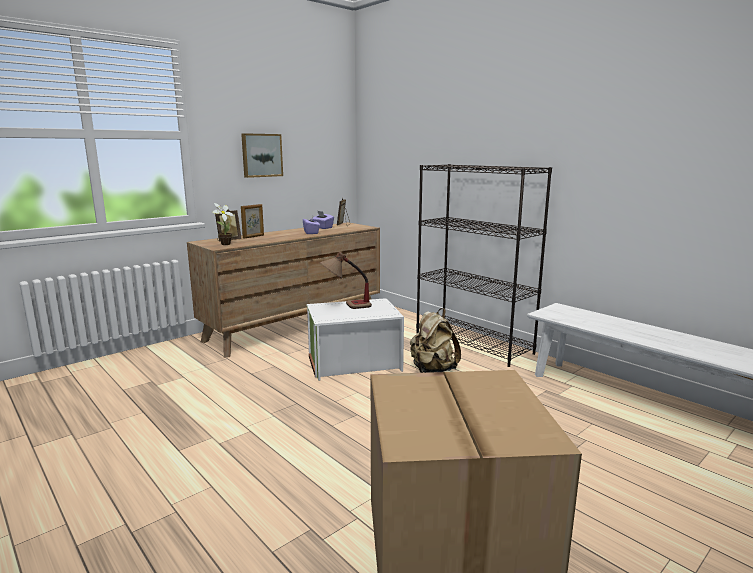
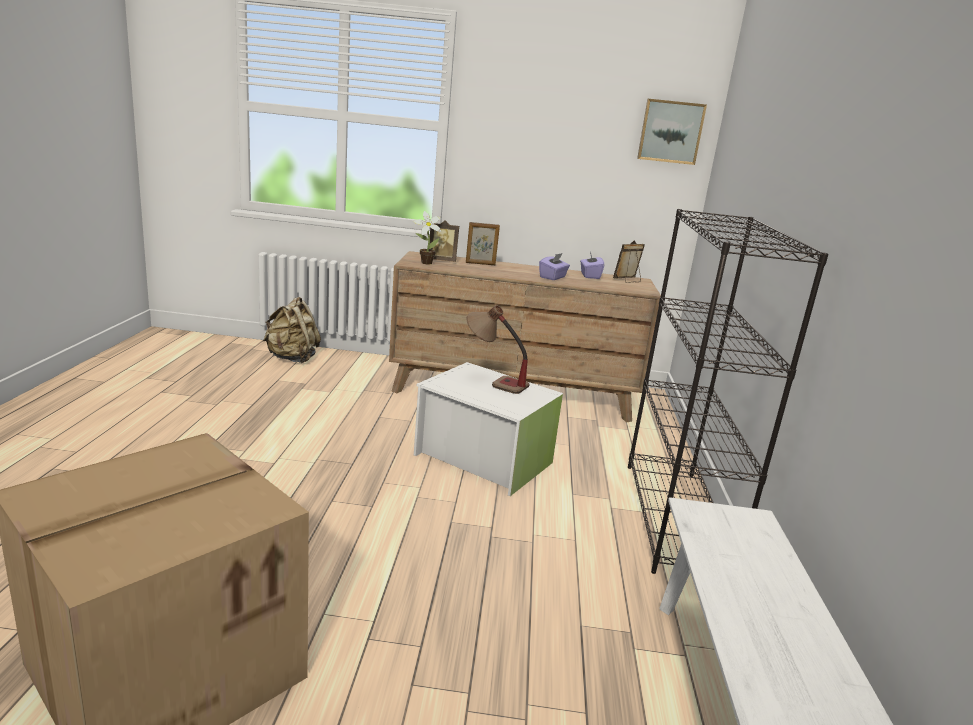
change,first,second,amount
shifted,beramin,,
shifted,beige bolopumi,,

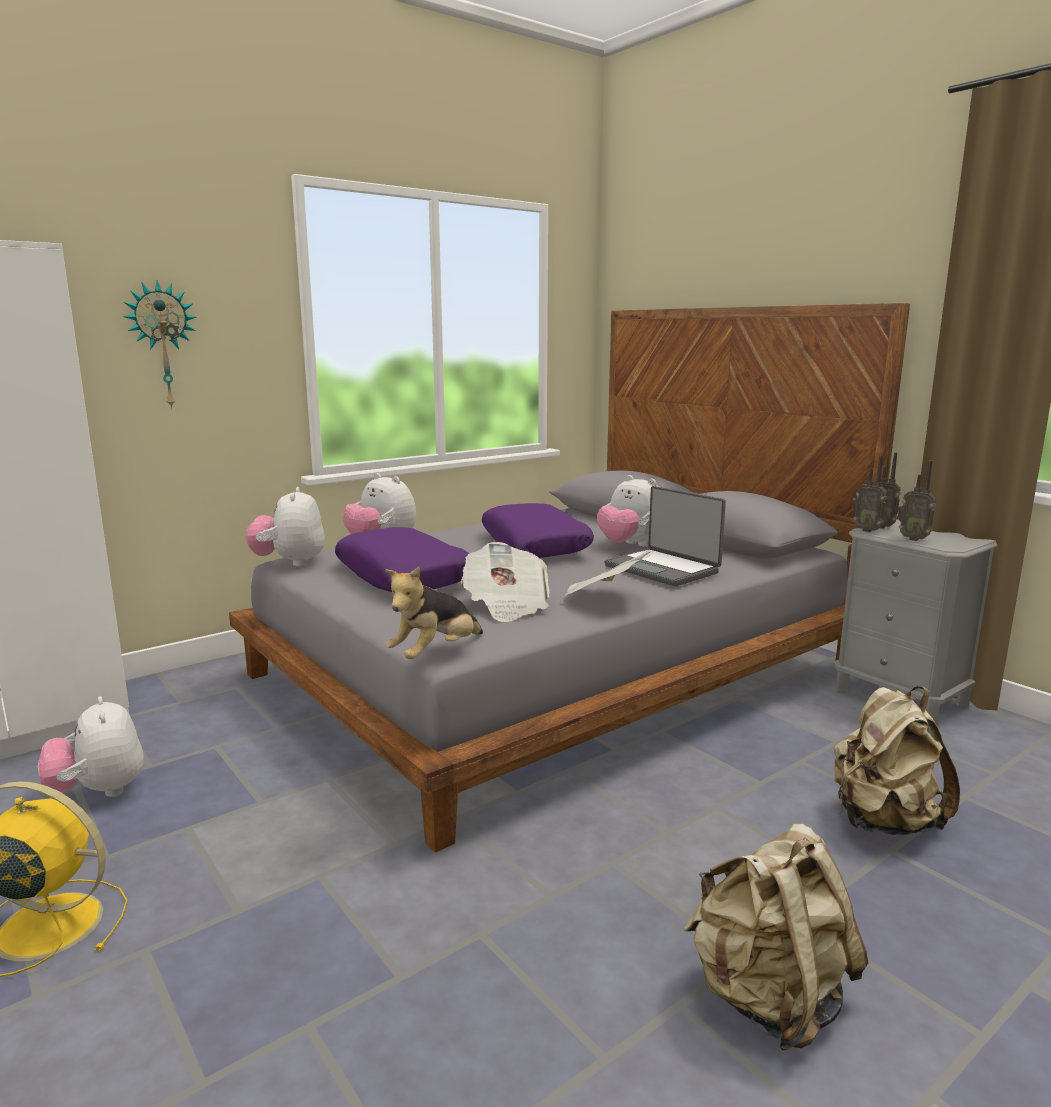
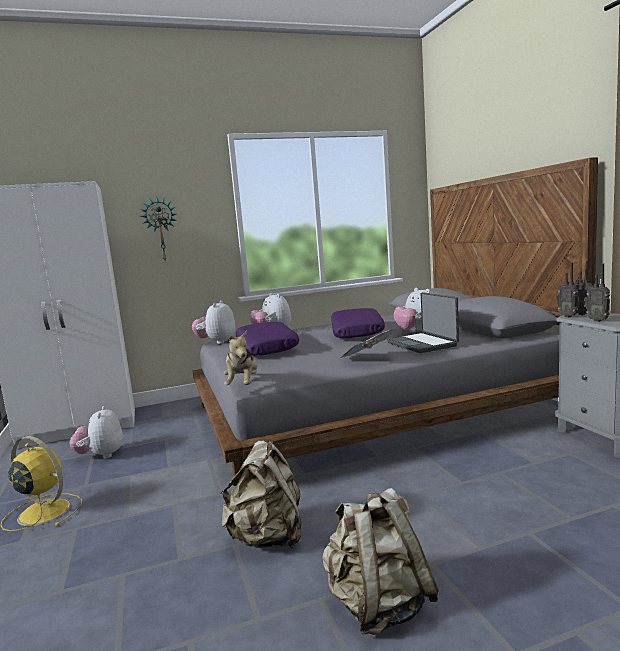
change,first,second,amount
gone,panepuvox (no. 1 from left),,
shifted,beige bolopumi (no. 2 from left in the first image),beige bolopumi (no. 1 from left),
rotated,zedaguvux (no. 4 from left in the first image),zedaguvux (no. 3 from left),60 degrees counterclockwise

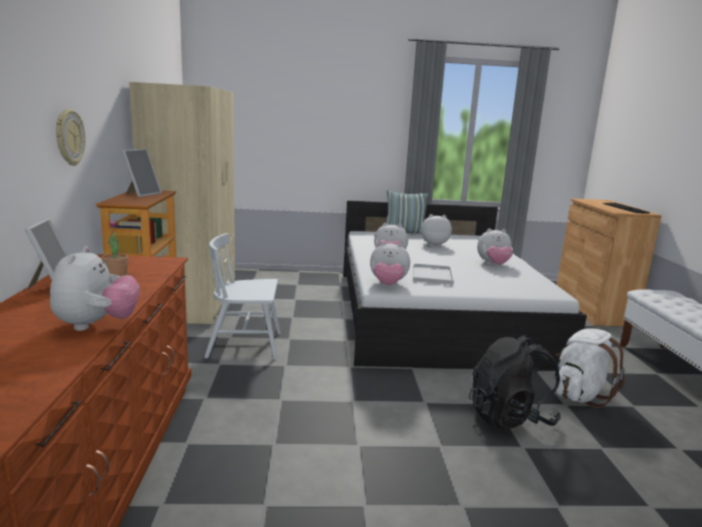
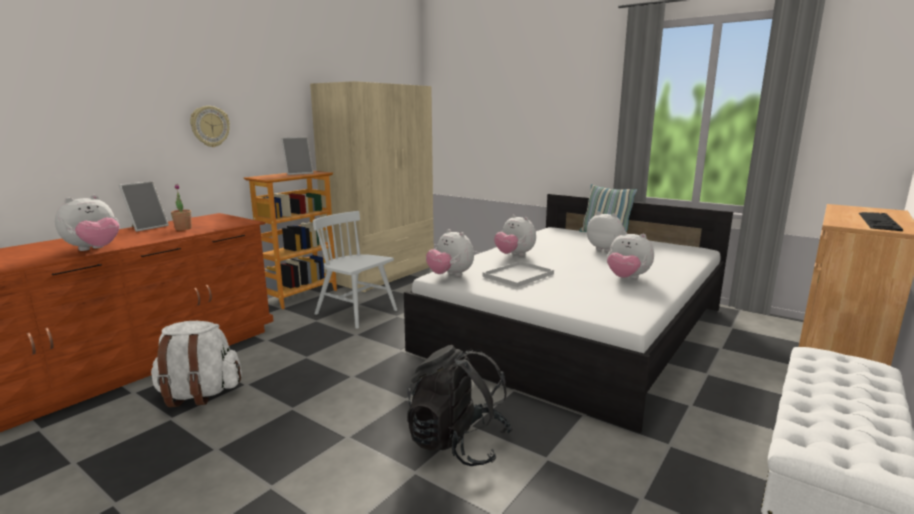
change,first,second,amount
shifted,white bolopumi,,

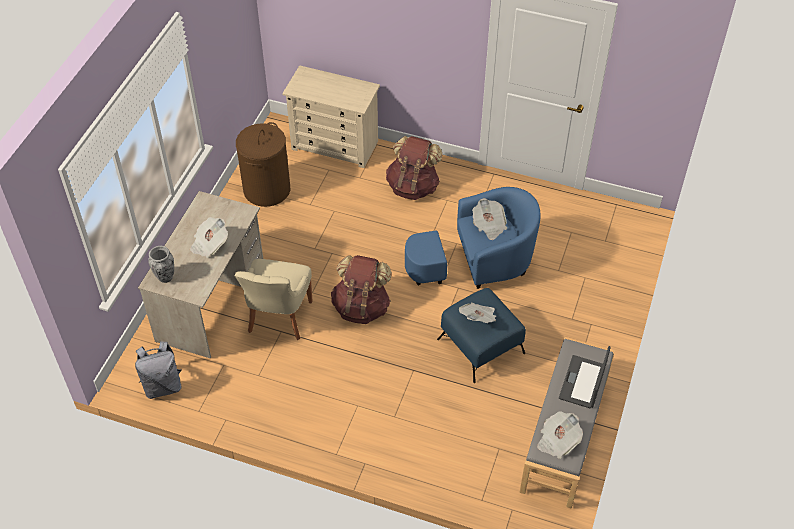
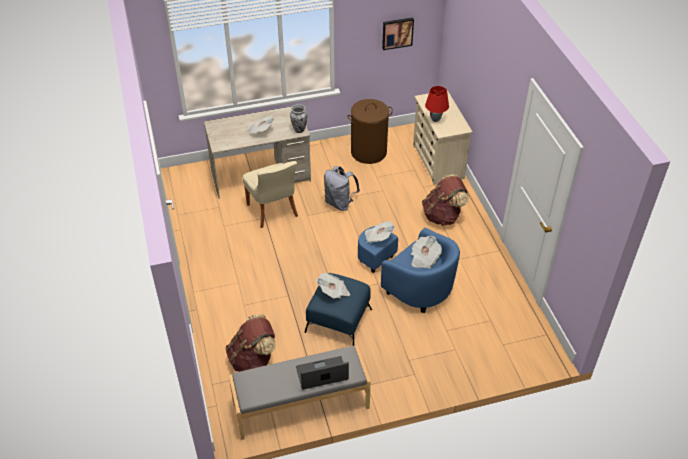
change,first,second,amount
new,,beramin,
new,,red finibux,
shifted,grey bolopumi,,
shifted,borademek,,
shifted,brown bolopumi (no. 1 from left),,
shifted,panepuvox (no. 4 from left in the first image),panepuvox (no. 3 from left),
rotated,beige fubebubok,,90 degrees counterclockwise

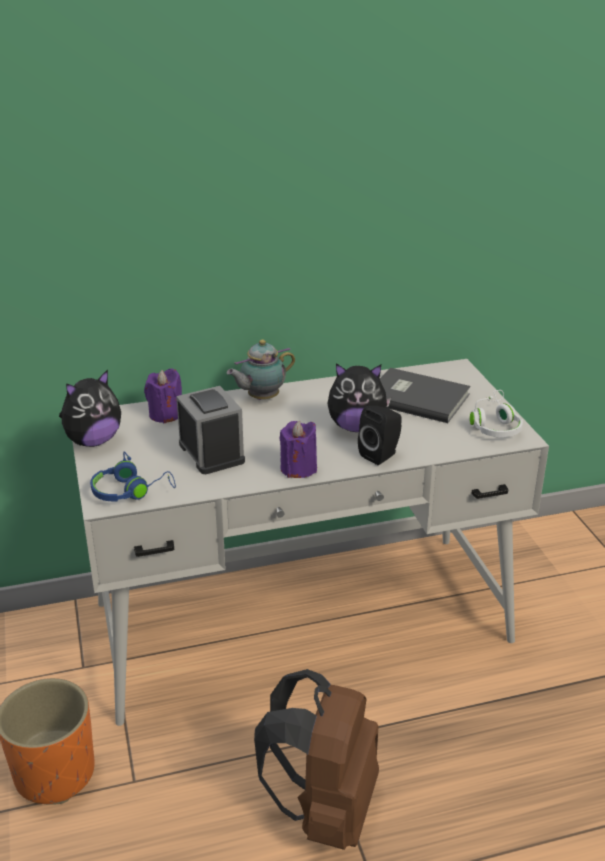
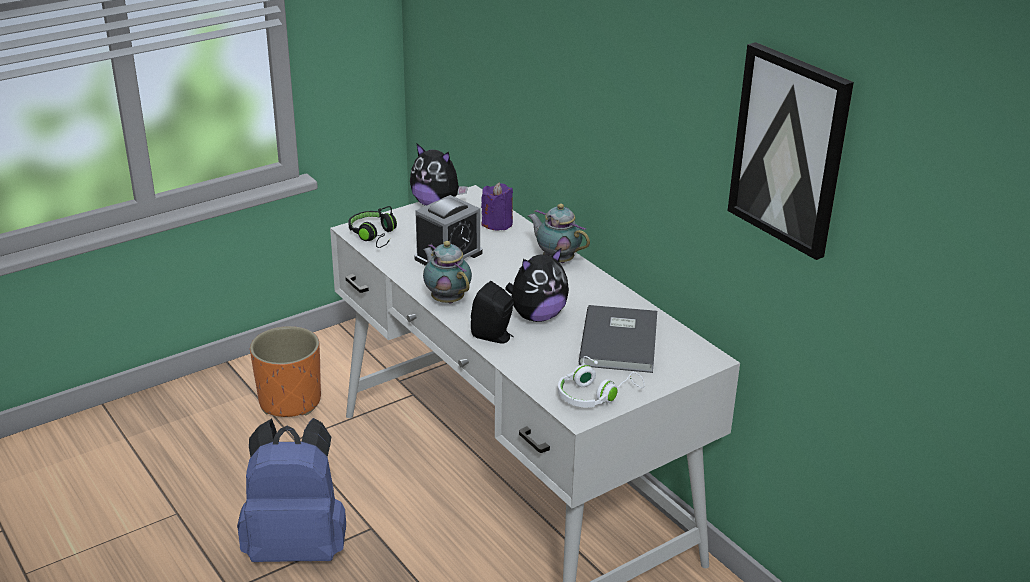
change,first,second,amount
new,,beramin,
swapped,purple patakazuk (no. 2 from left),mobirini (no. 1 from left),
repainted,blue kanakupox,black kanakupox,
repainted,brown bolopumi,blue bolopumi,
rotated,zedaguvux (no. 2 from left),,105 degrees counterclockwise

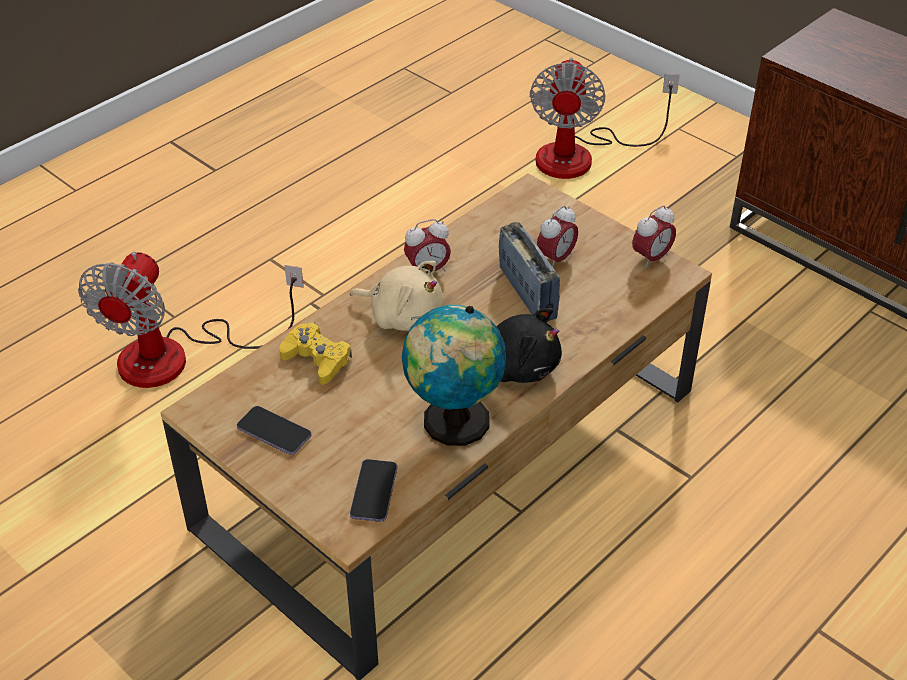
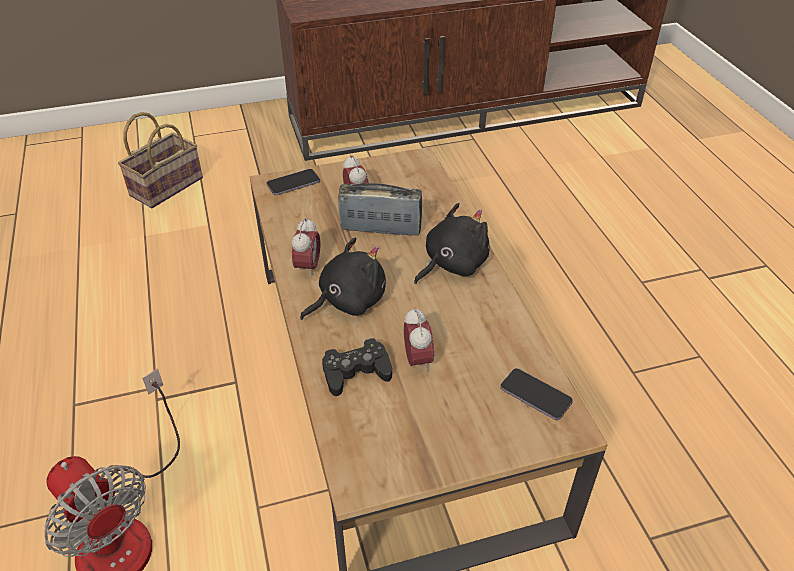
change,first,second,amount
gone,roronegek,,
shifted,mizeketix (no. 1 from left),,
shifted,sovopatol (no. 3 from left),,
swapped,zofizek (no. 2 from left),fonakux,
repainted,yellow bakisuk,black bakisuk,
repainted,beige zedaguvux,black zedaguvux (no. 1 from left),

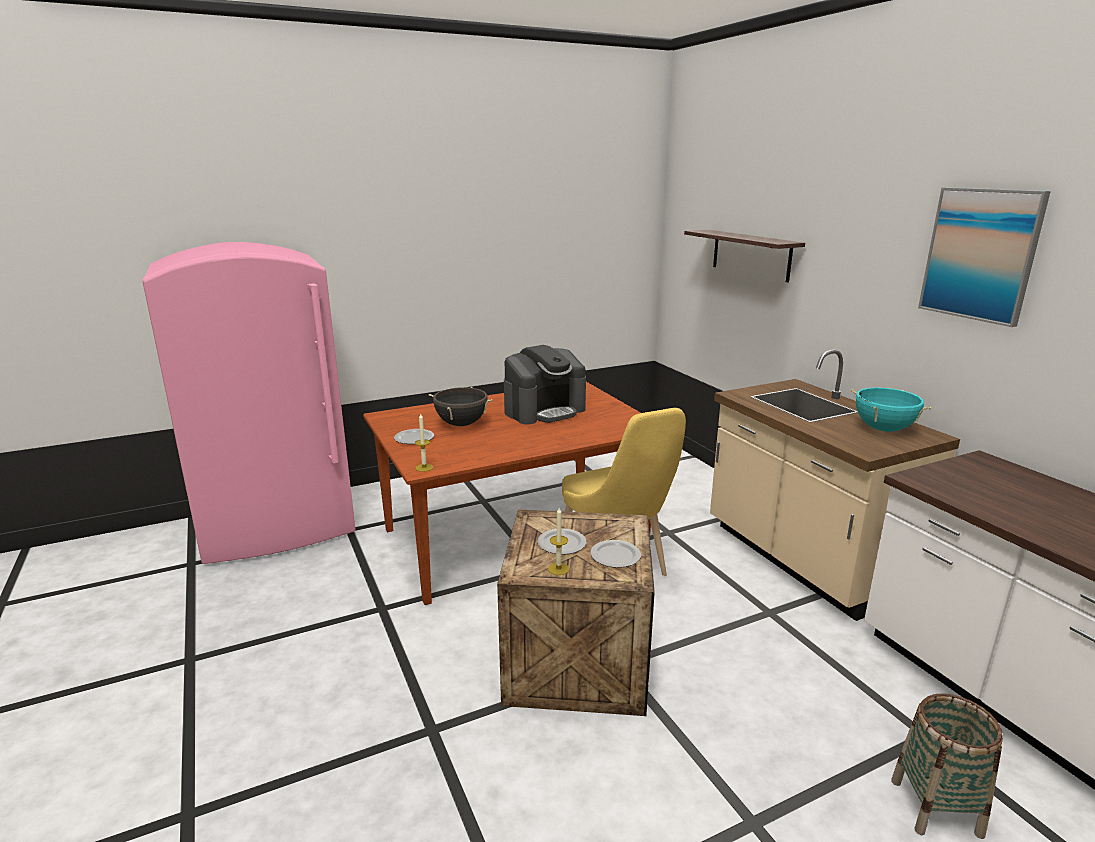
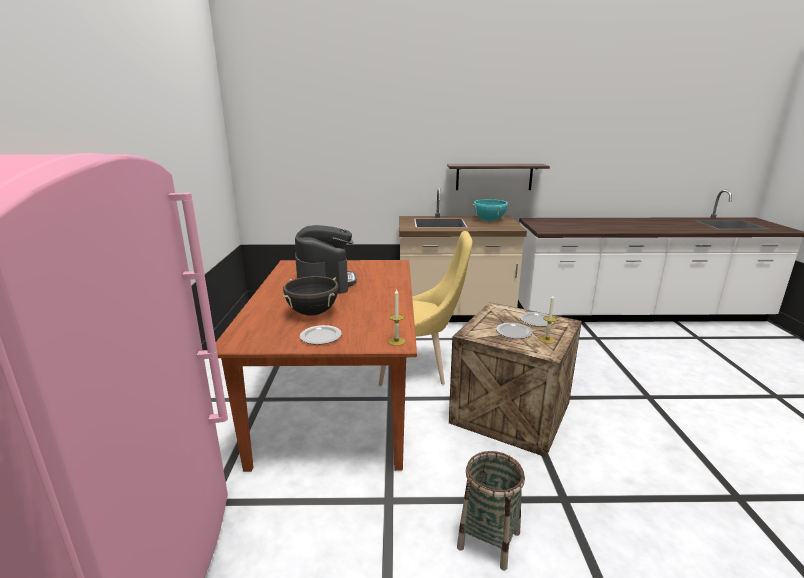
change,first,second,amount
gone,beramin,,
shifted,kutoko,,
shifted,fonakux,,

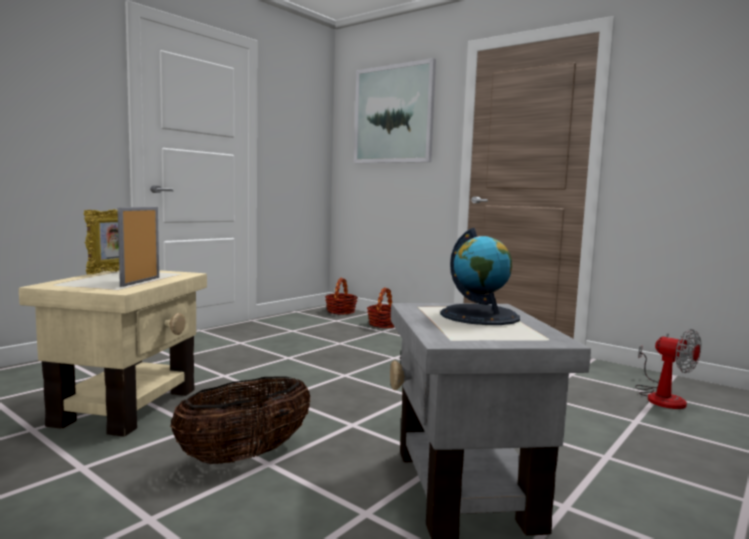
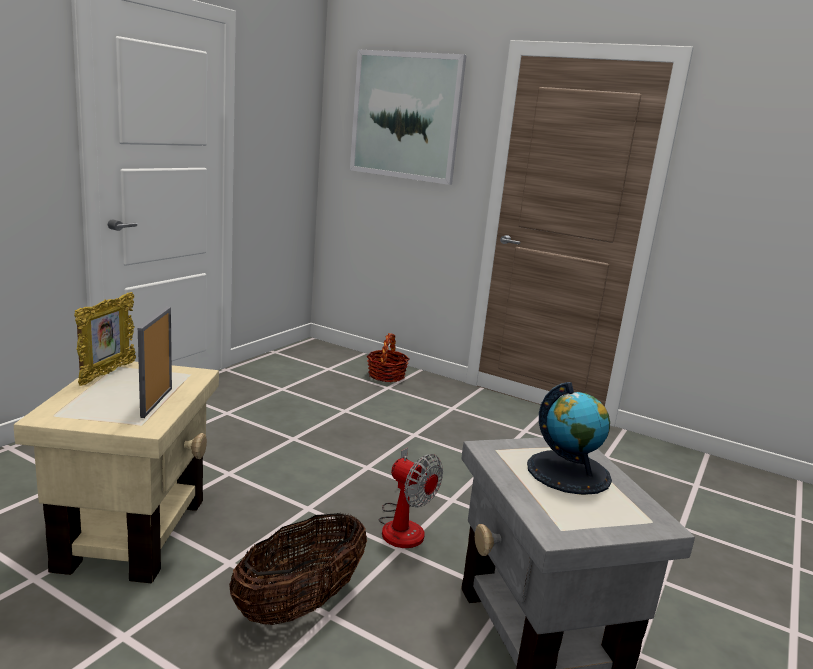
change,first,second,amount
gone,fonakux (no. 2 from left),,
shifted,zofizek,,

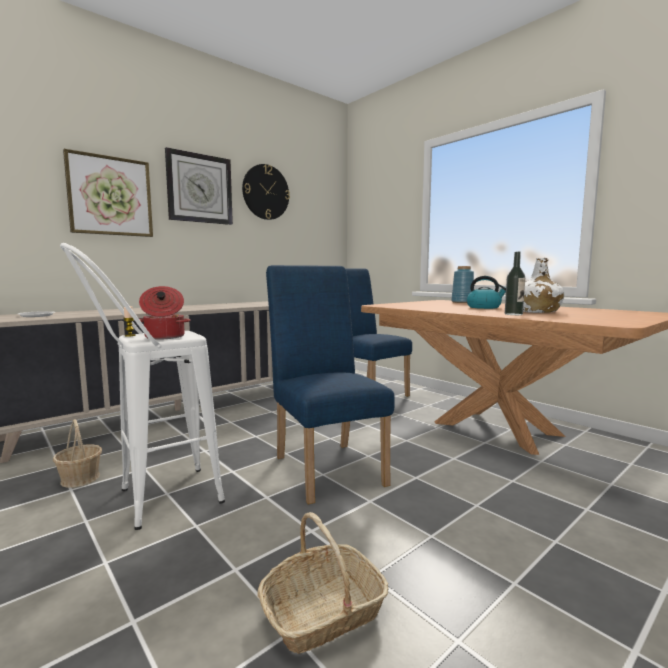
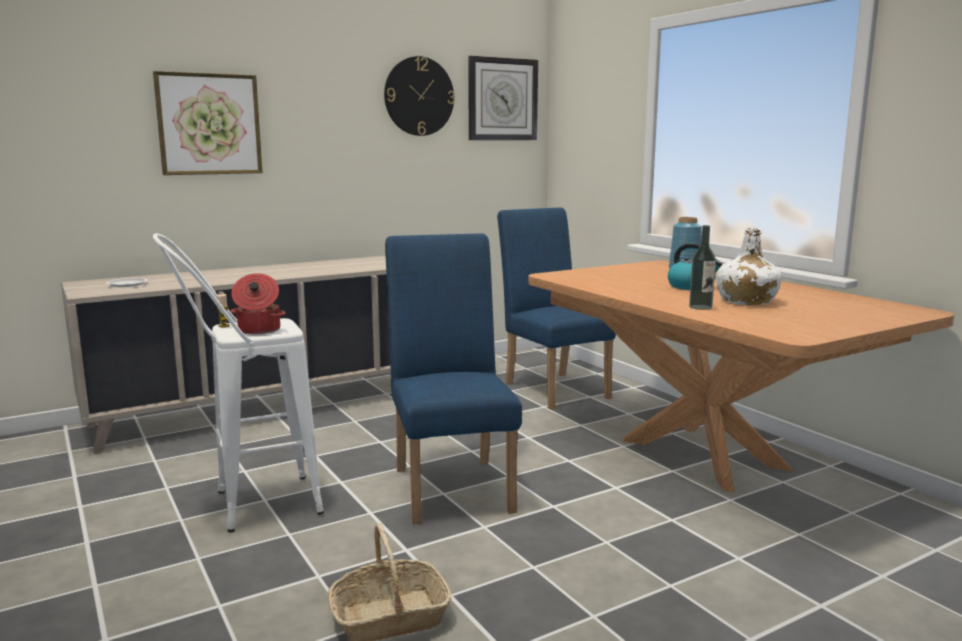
change,first,second,amount
gone,fonakux (no. 1 from left),,
shifted,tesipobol (no. 1 from left in the first image),tesipobol (no. 2 from left),

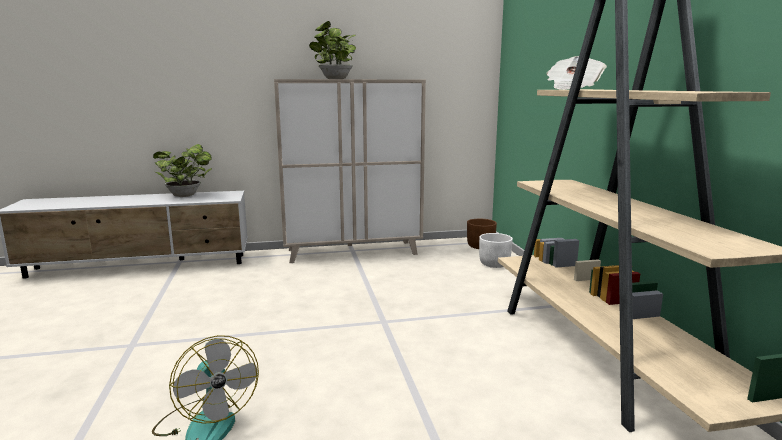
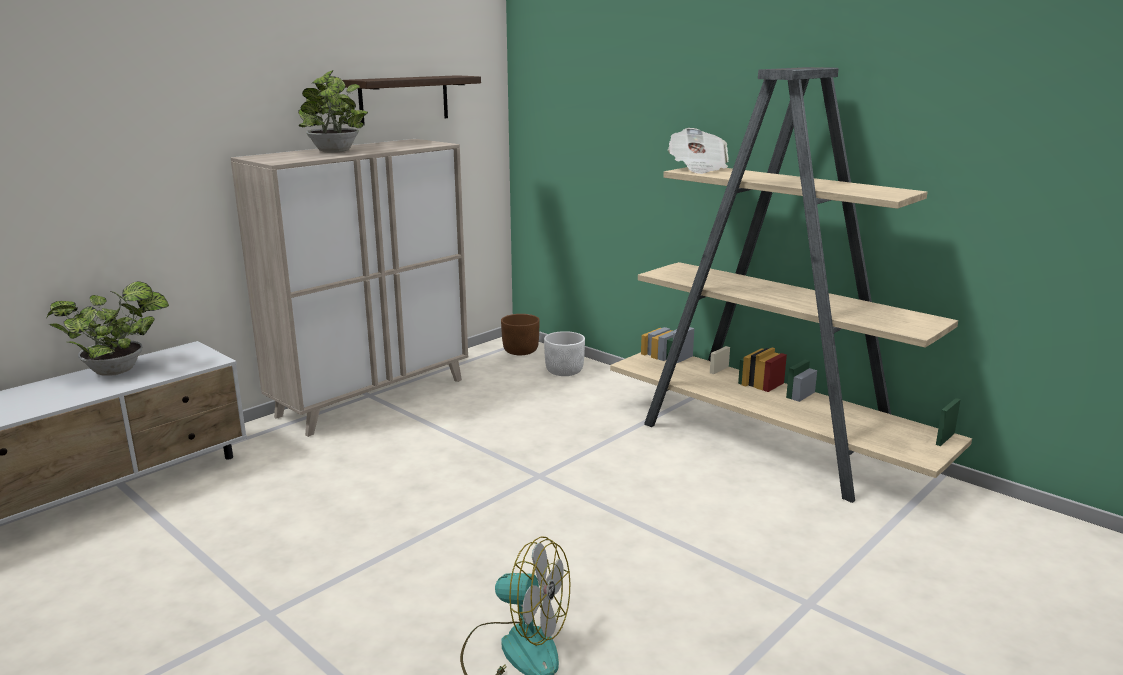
change,first,second,amount
new,,kutoko,

